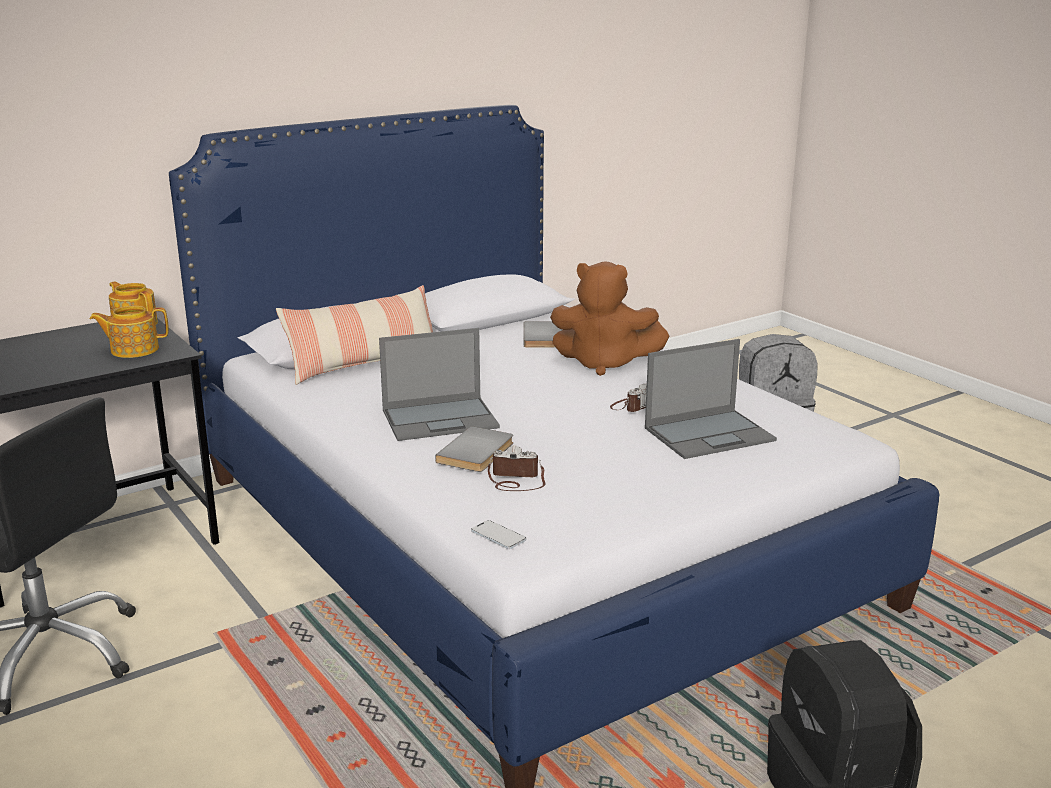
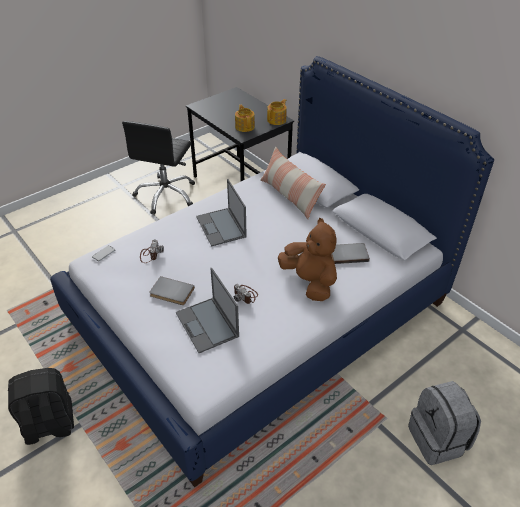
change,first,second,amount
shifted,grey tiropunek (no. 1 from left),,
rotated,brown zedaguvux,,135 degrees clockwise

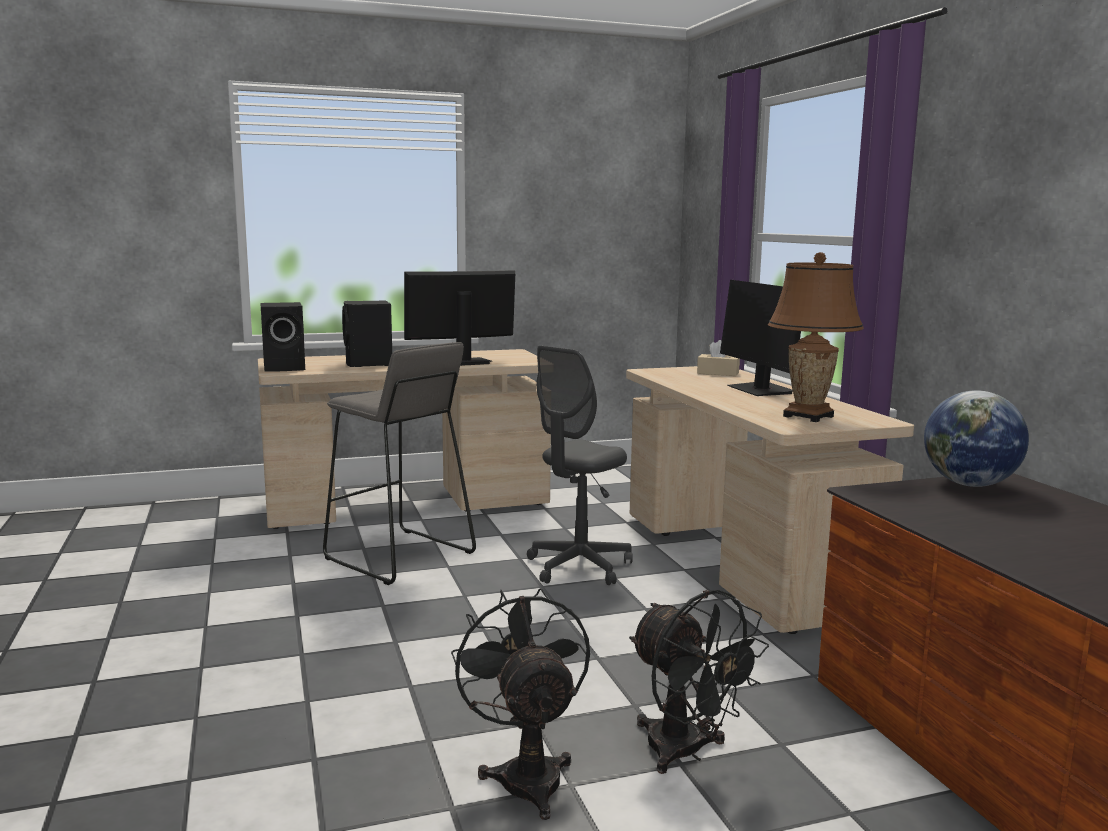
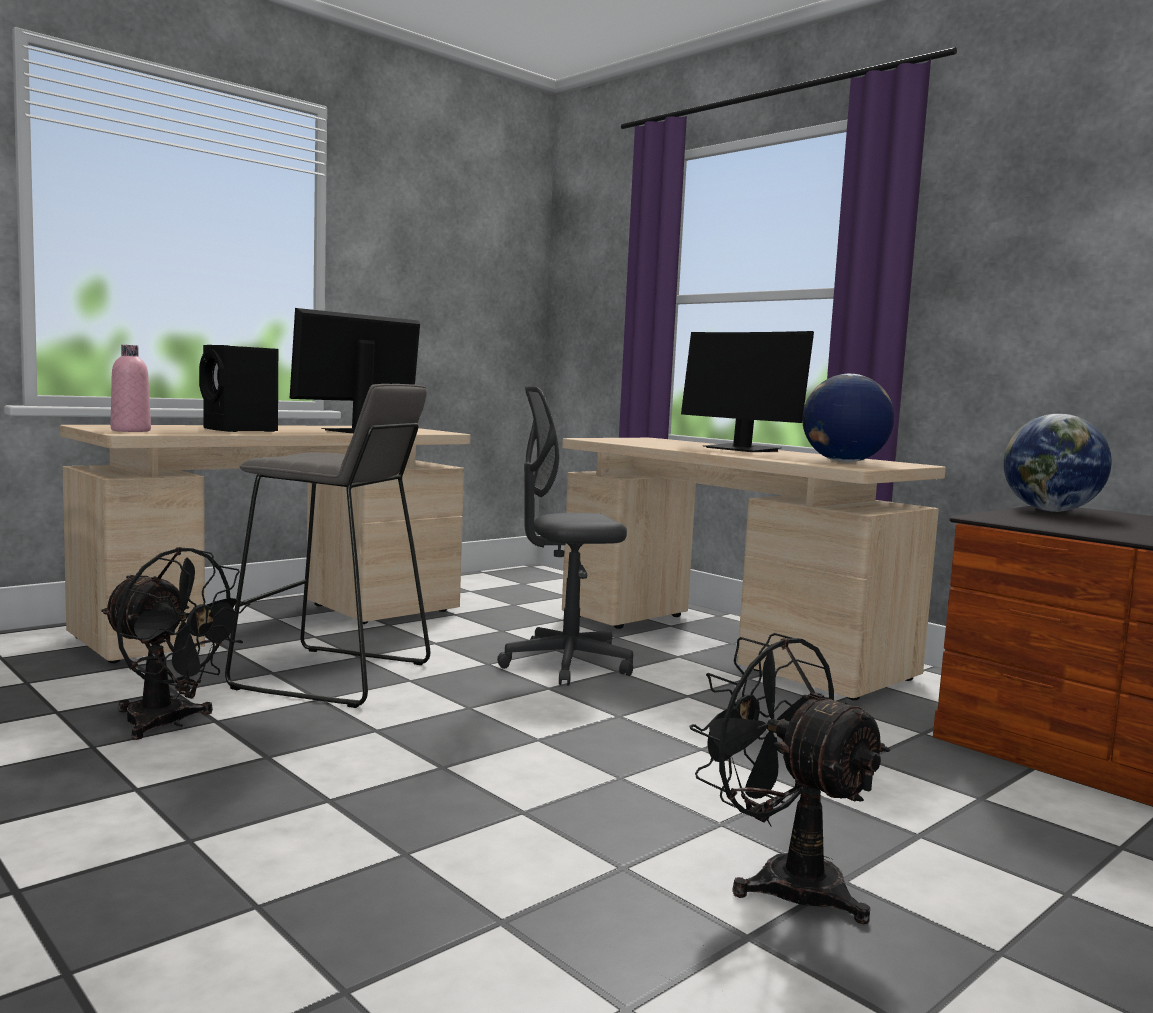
change,first,second,amount
gone,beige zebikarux,,
shifted,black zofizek (no. 2 from left in the first image),black zofizek (no. 1 from left),
swapped,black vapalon (no. 1 from left),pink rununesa,
swapped,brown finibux,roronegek (no. 1 from left),
rotated,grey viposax,,60 degrees clockwise

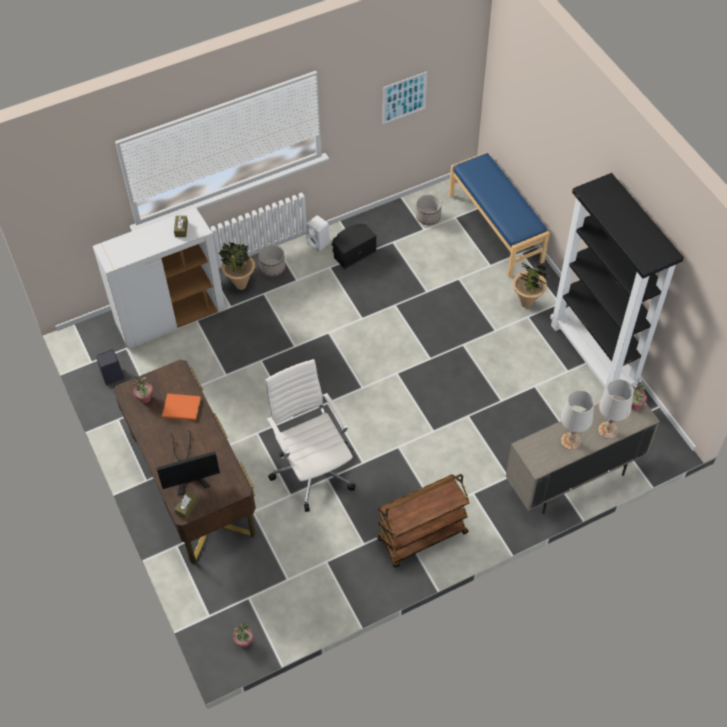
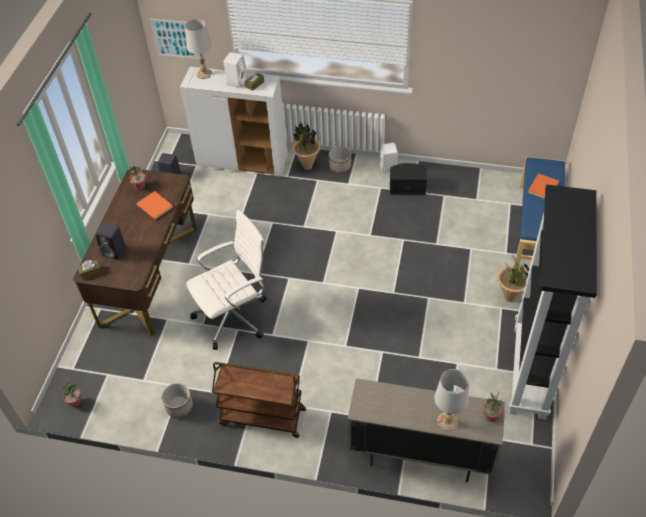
change,first,second,amount
new,,white vapalon (no. 1 from left),
new,,orange tiropunek (no. 2 from left),
shifted,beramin,,
shifted,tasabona (no. 2 from left in the first image),tasabona (no. 1 from left),
shifted,white finibux (no. 1 from left),,
swapped,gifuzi,black vapalon (no. 1 from left),
rotated,white viposax,,45 degrees clockwise

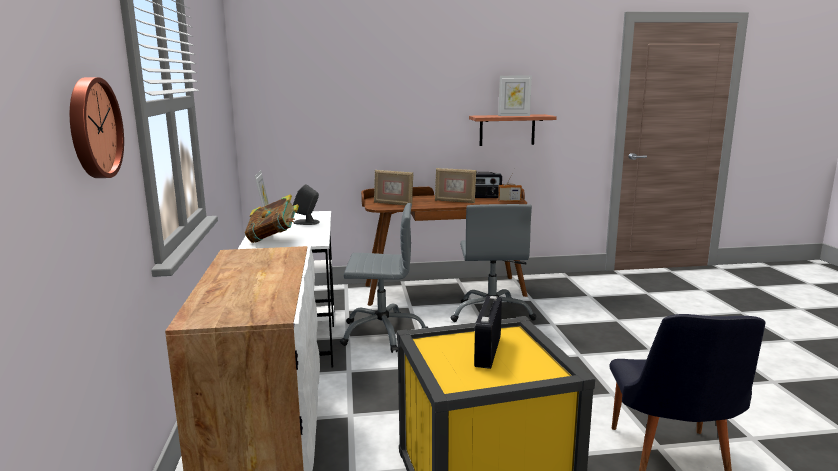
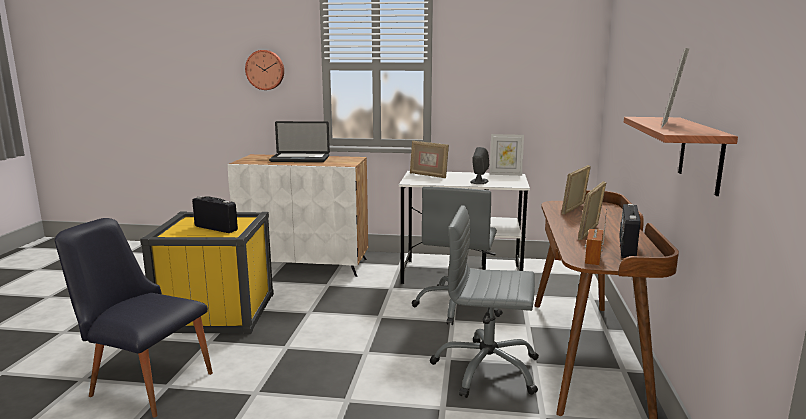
change,first,second,amount
new,,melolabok,
swapped,tiropunek,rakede (no. 1 from left),

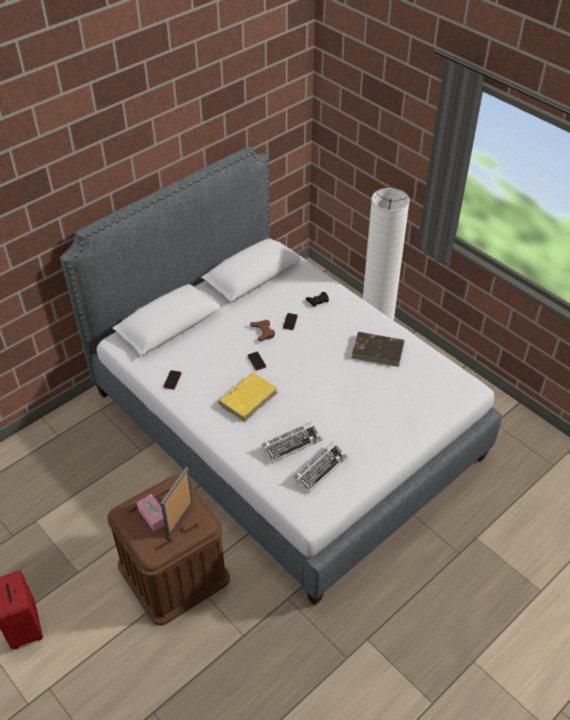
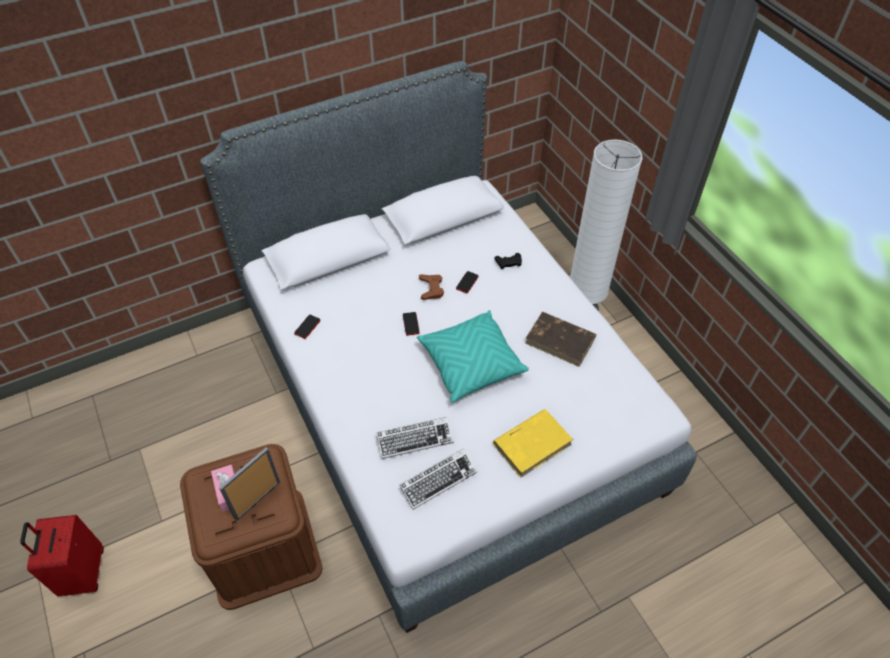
change,first,second,amount
new,,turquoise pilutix,
shifted,yellow tiropunek,,

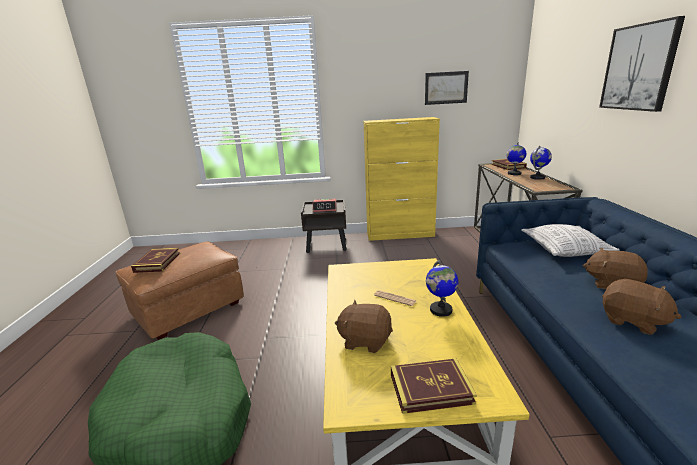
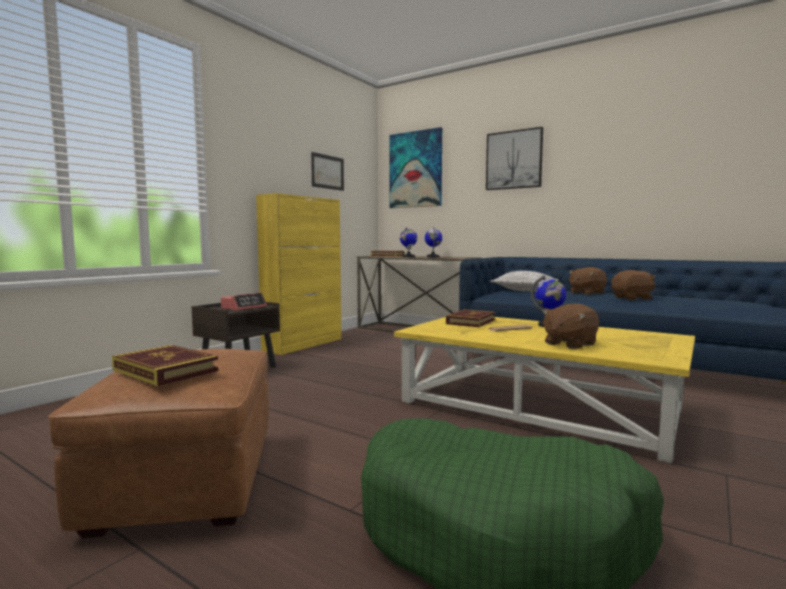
change,first,second,amount
new,,beramin (no. 2 from left),
shifted,tiropunek (no. 2 from left in the first image),tiropunek (no. 3 from left),

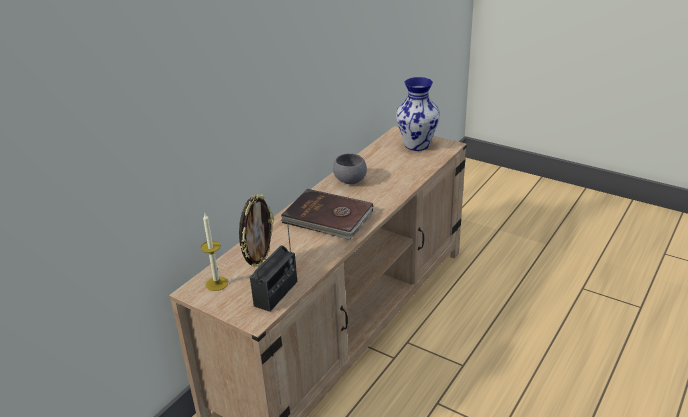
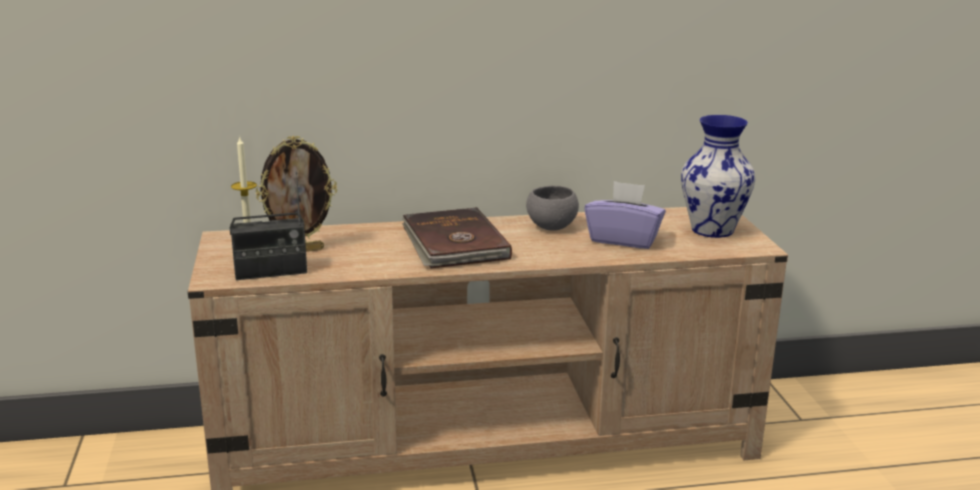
change,first,second,amount
new,,purple zebikarux,

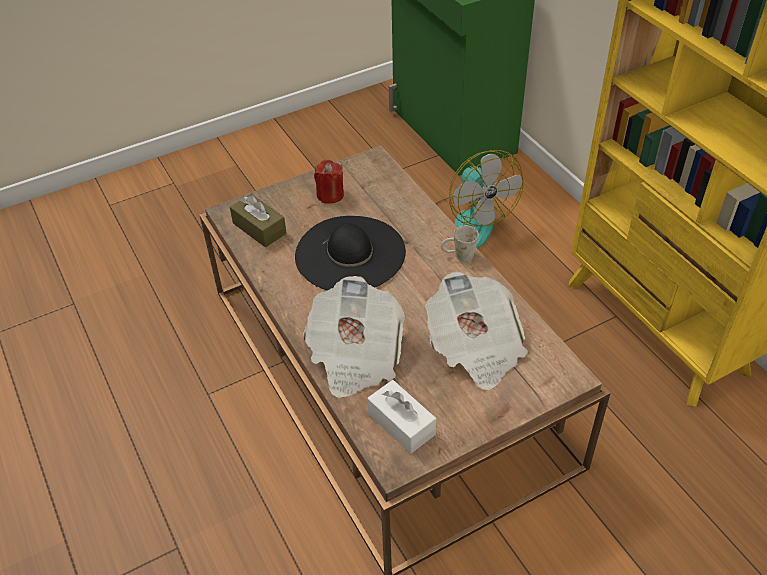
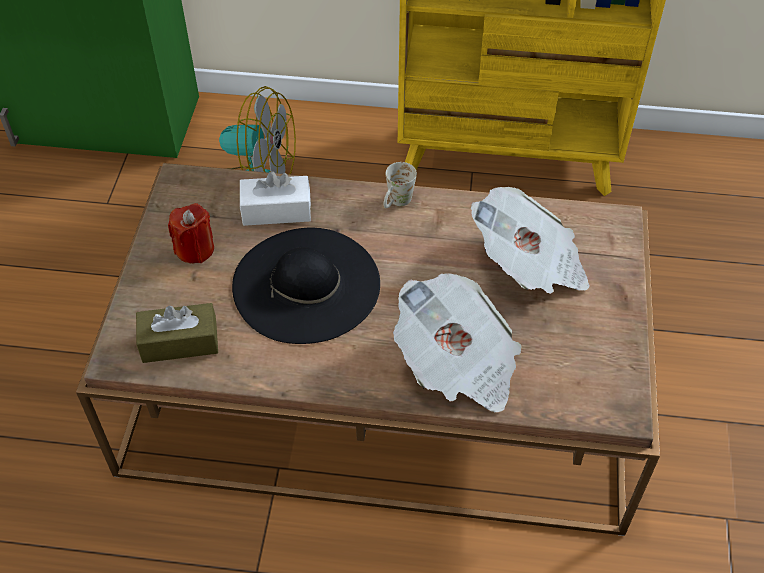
change,first,second,amount
shifted,white zebikarux,,

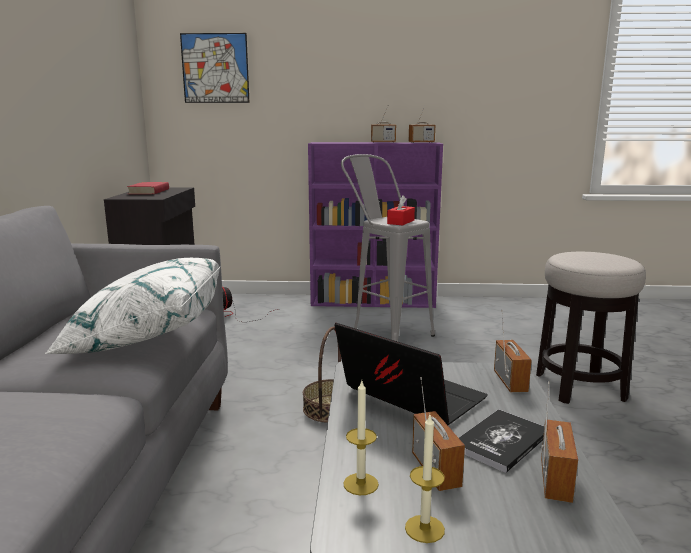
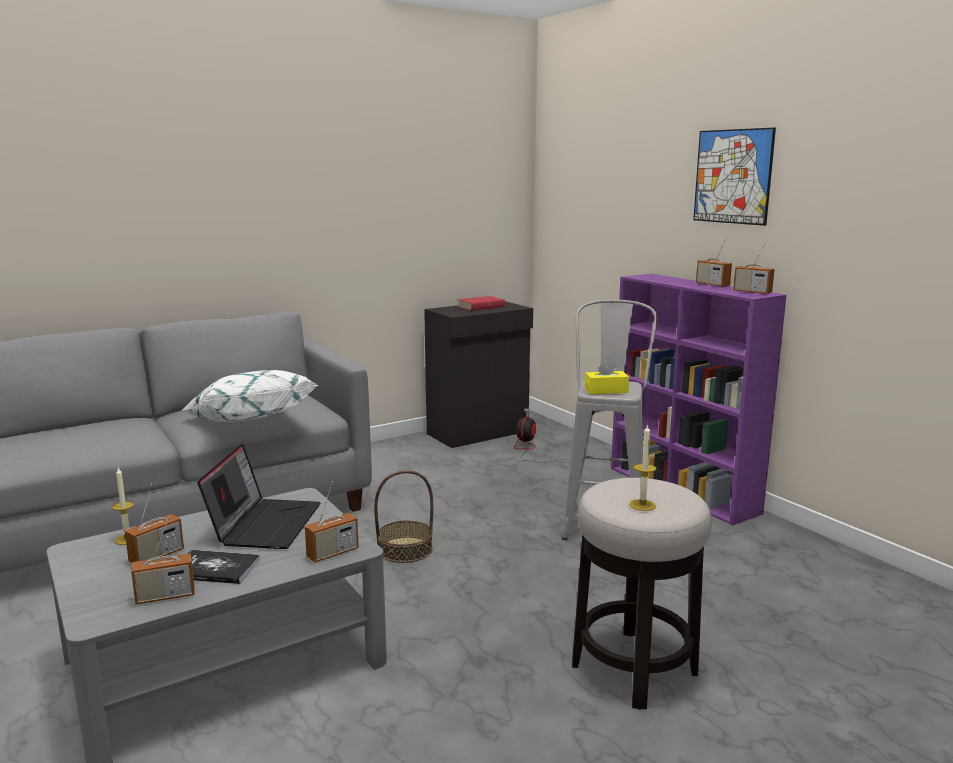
change,first,second,amount
shifted,beramin,,
shifted,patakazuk (no. 2 from left),,
repainted,red zebikarux,yellow zebikarux,

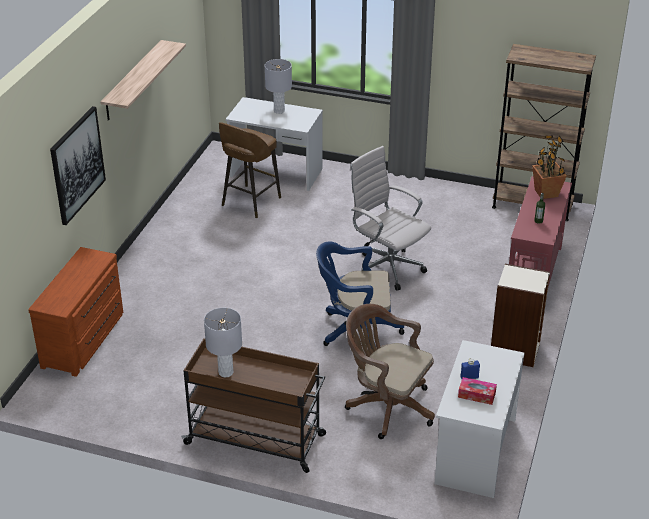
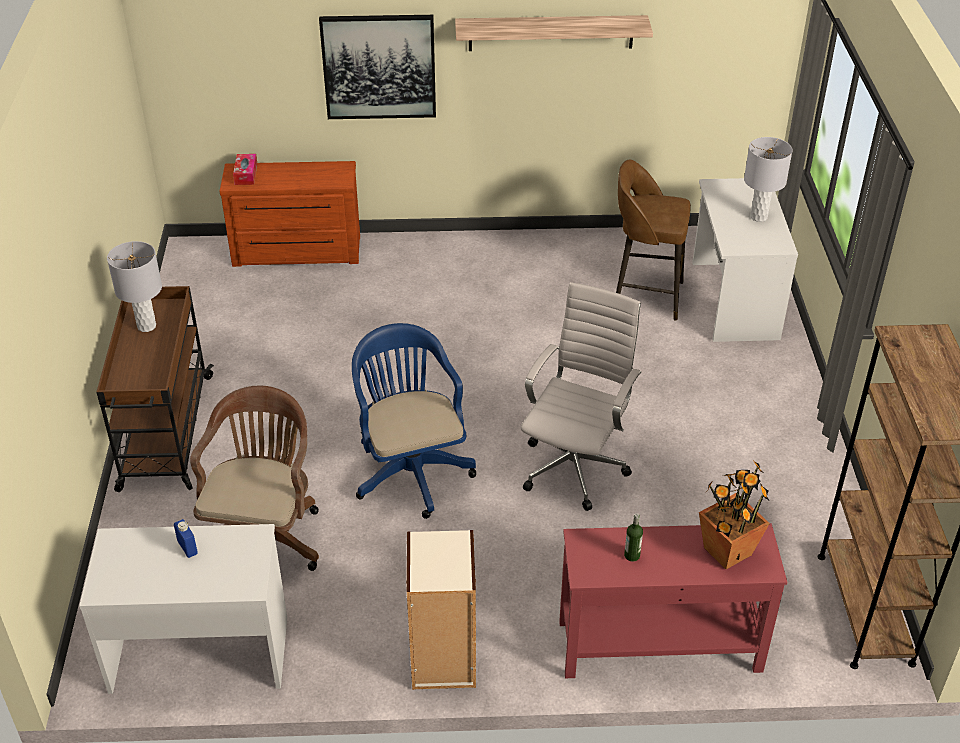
change,first,second,amount
shifted,zebikarux,,

